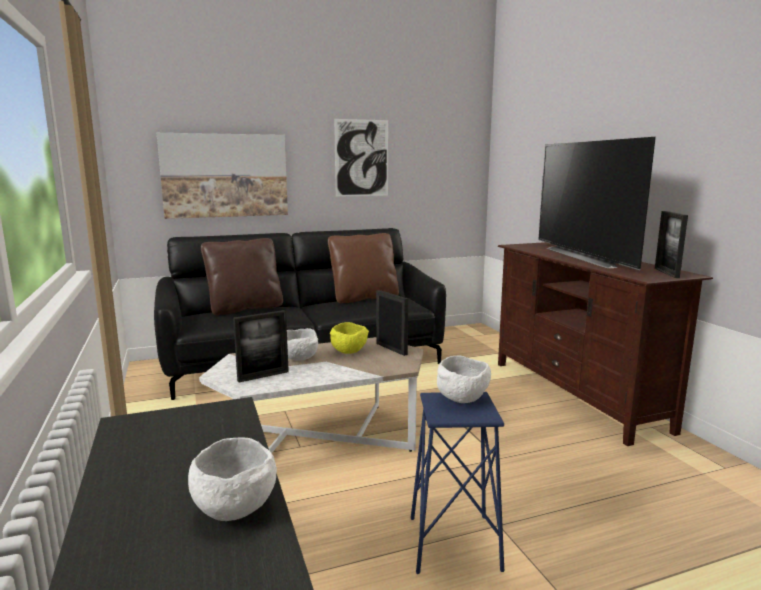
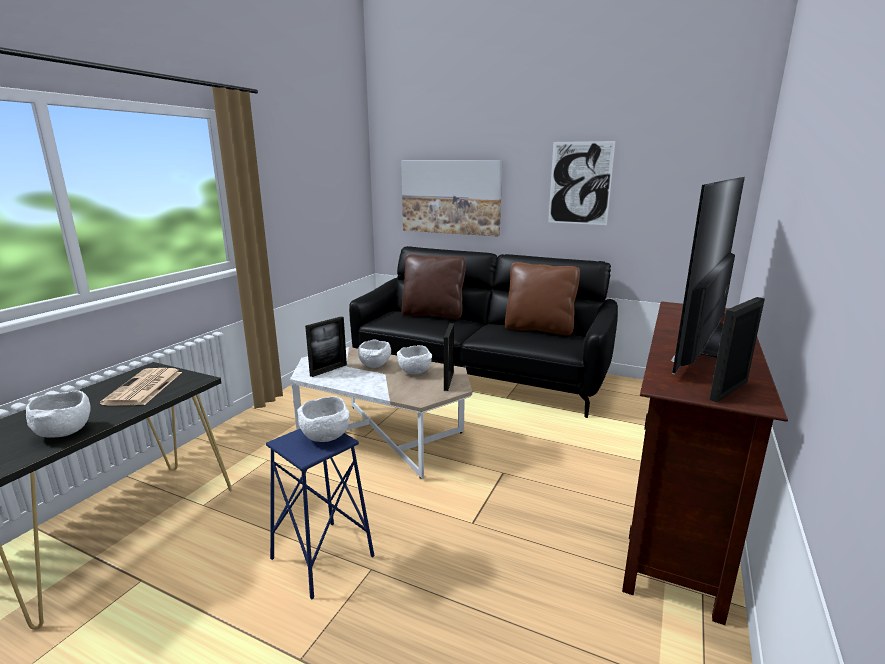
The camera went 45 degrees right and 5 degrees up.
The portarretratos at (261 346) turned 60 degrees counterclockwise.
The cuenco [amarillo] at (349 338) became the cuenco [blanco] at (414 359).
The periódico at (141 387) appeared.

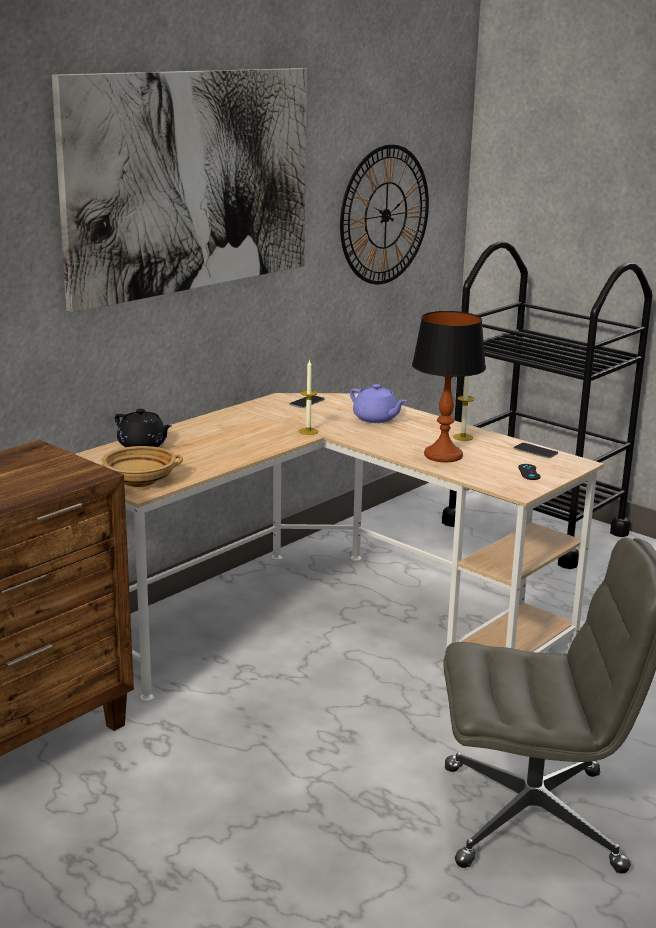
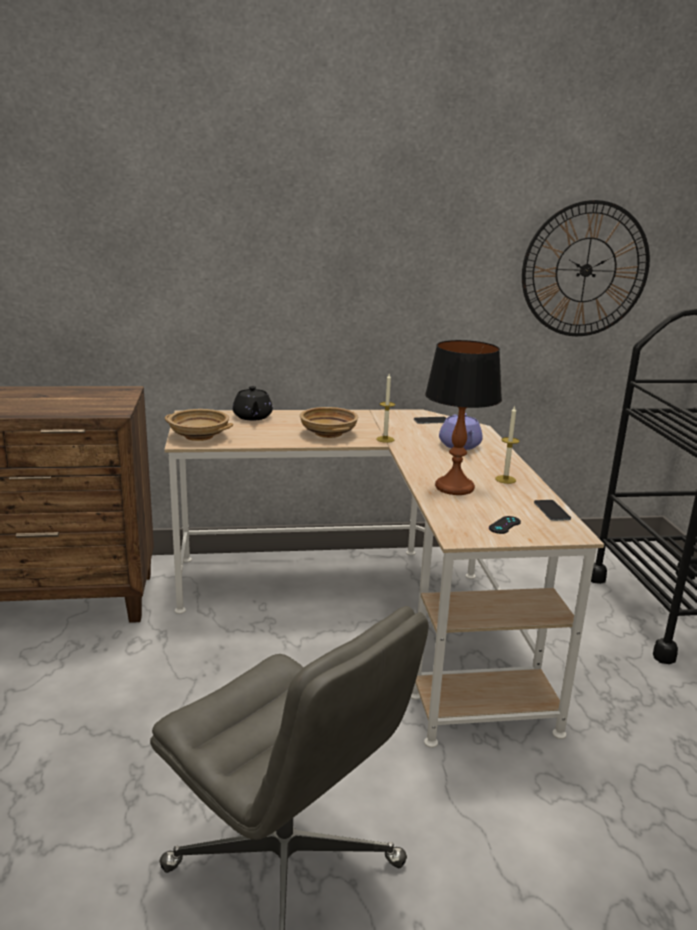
The camera went 40 degrees right and 0 degrees up.
The cuadro at (179 190) disappeared.
The cuenco [beis] at (329 422) appeared.

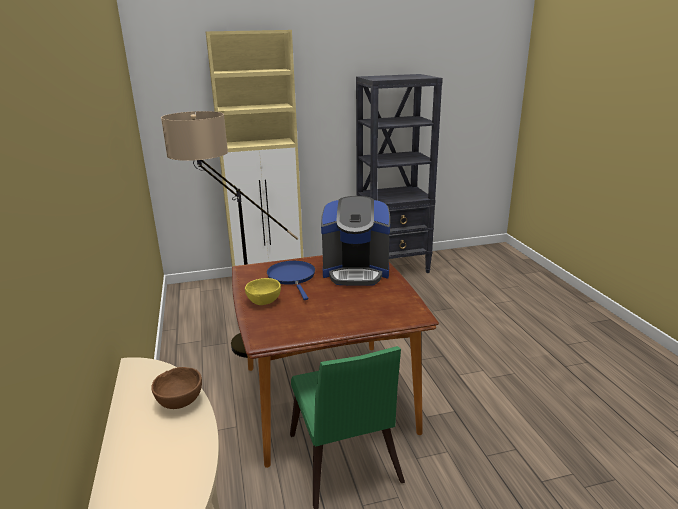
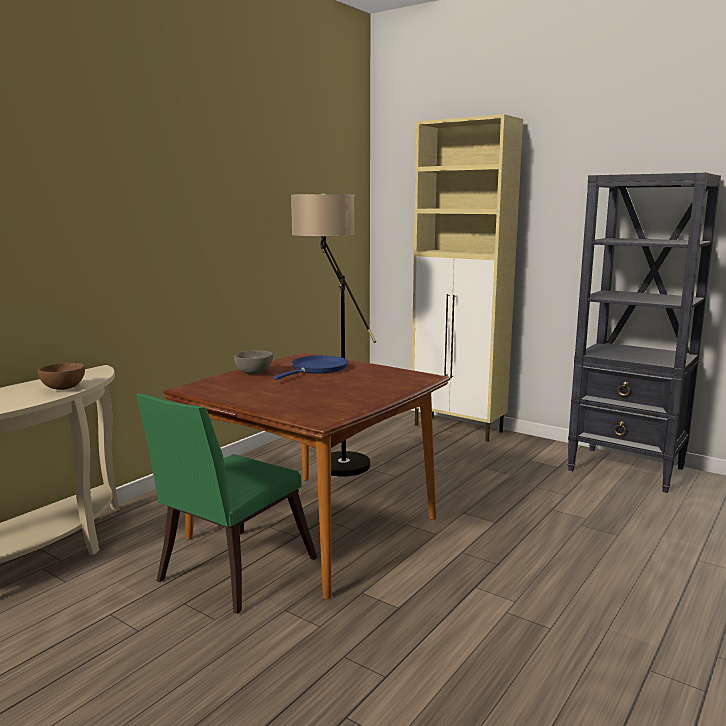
The camera went 50 degrees right and 10 degrees down.
The cafetera at (355 241) disappeared.
The cuenco [amarillo] at (263 291) became the cuenco [gris] at (253 362).

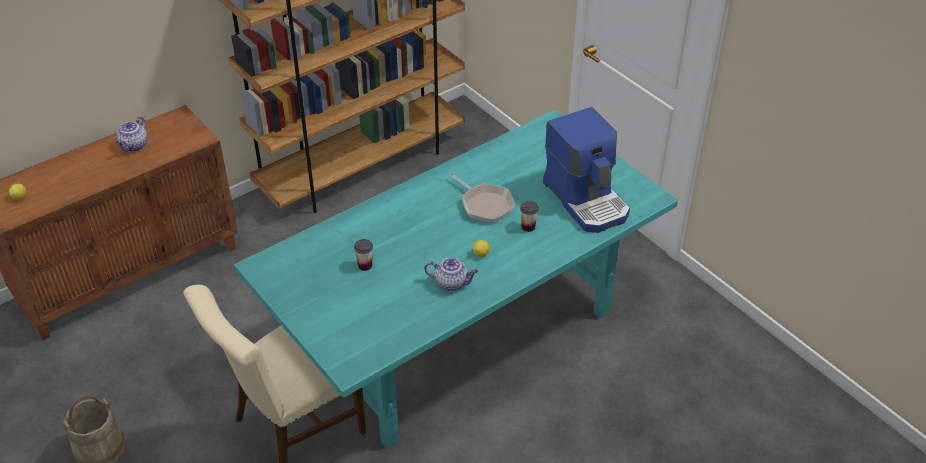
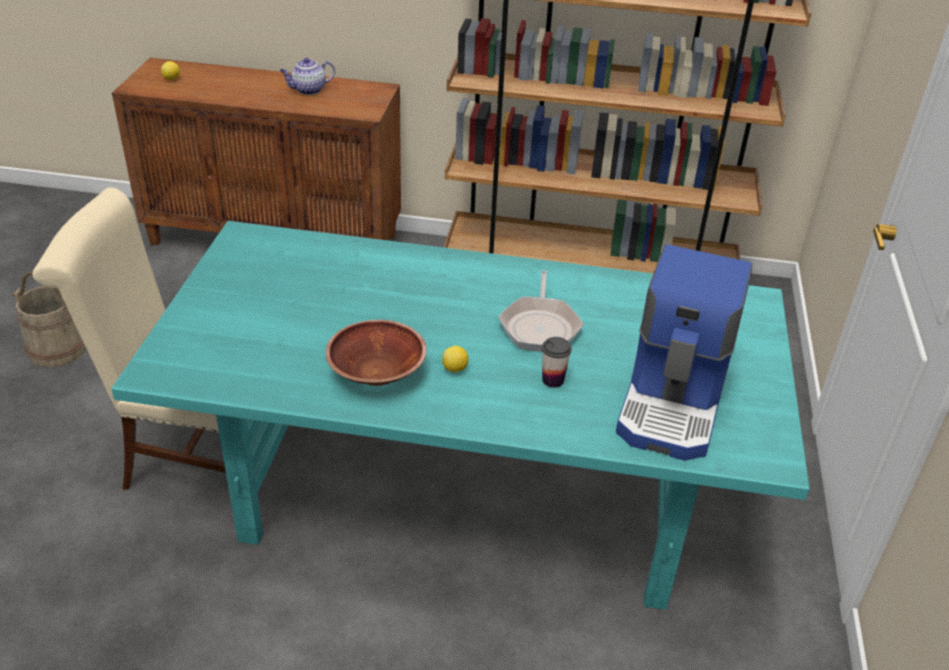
The camera went 45 degrees right and 5 degrees down.
The taza at (363 255) disappeared.
The tetera at (451 274) was replaced by the cuenco [marrón] at (376 353).

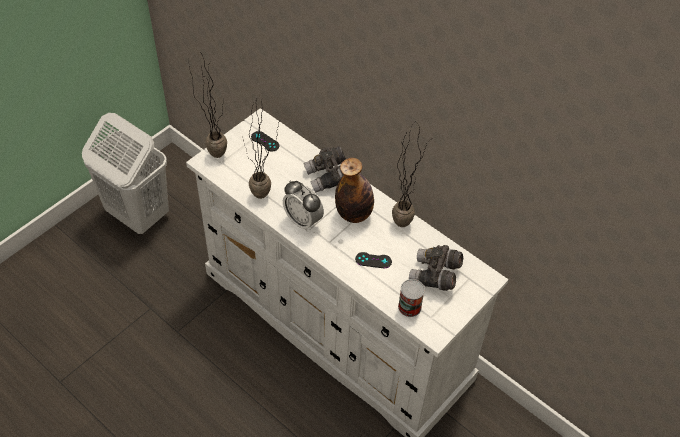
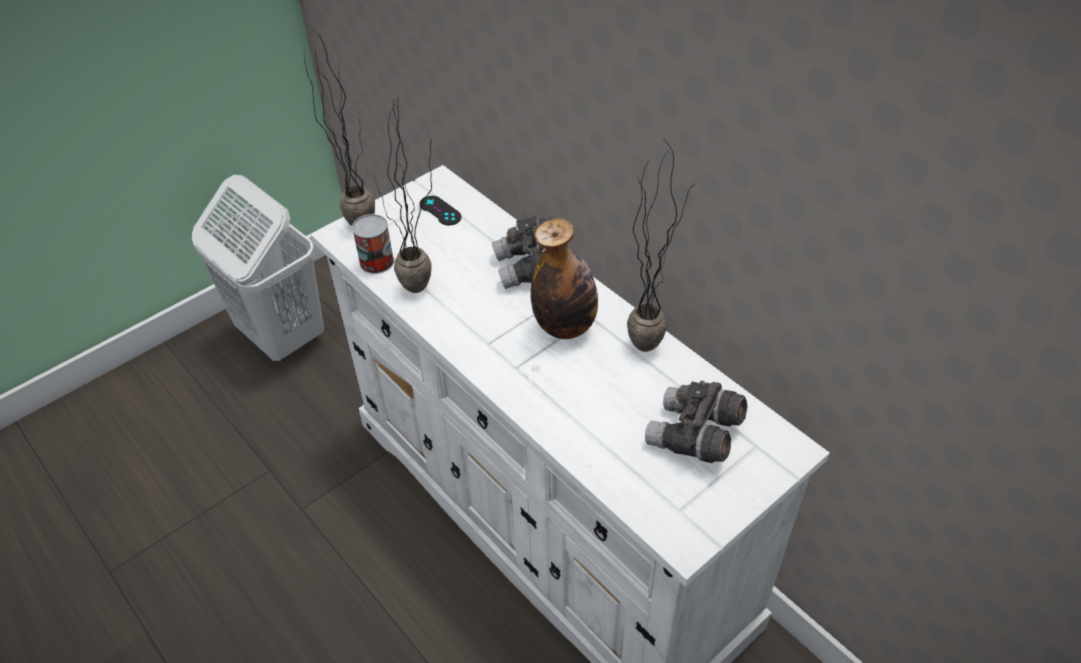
The camera went 10 degrees right and 5 degrees down.
The despertador at (303 206) disappeared.
The mando de consola [negro] at (373 260) disappeared.
The lata moved from (411 298) to (373 244).

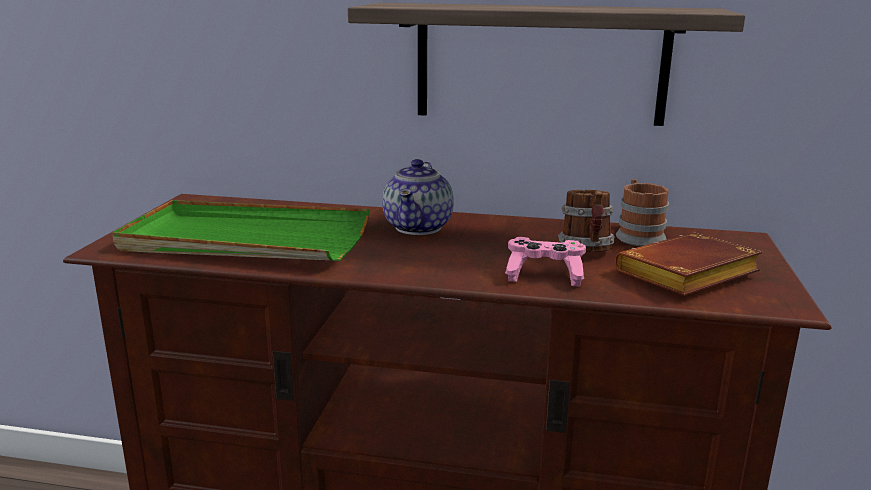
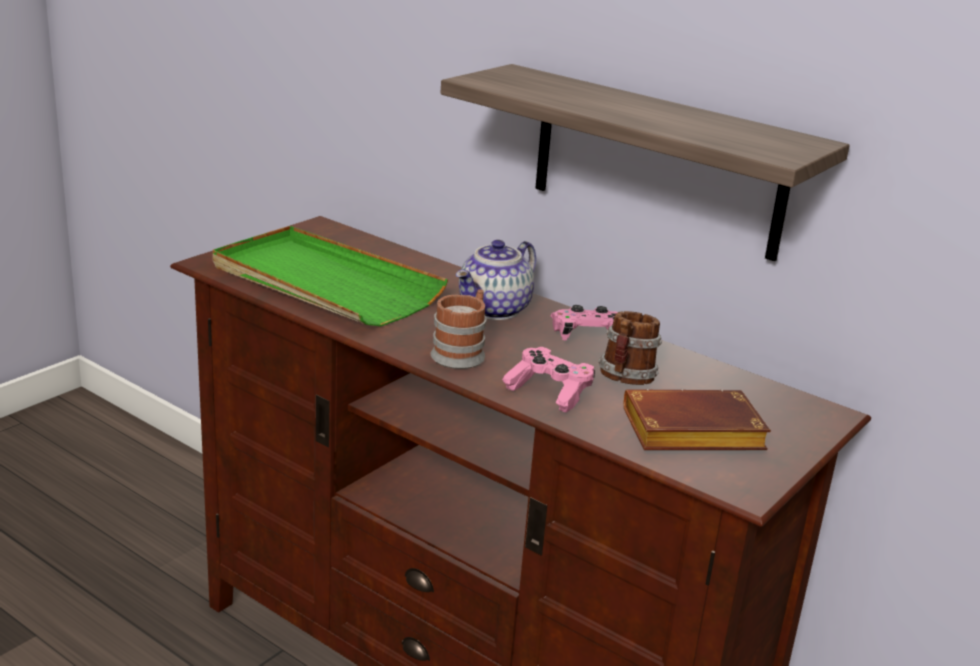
The camera went 25 degrees right and 5 degrees up.
The taza grande moved from (642 212) to (459 329).
The mando de consola [rosa] at (584 322) appeared.

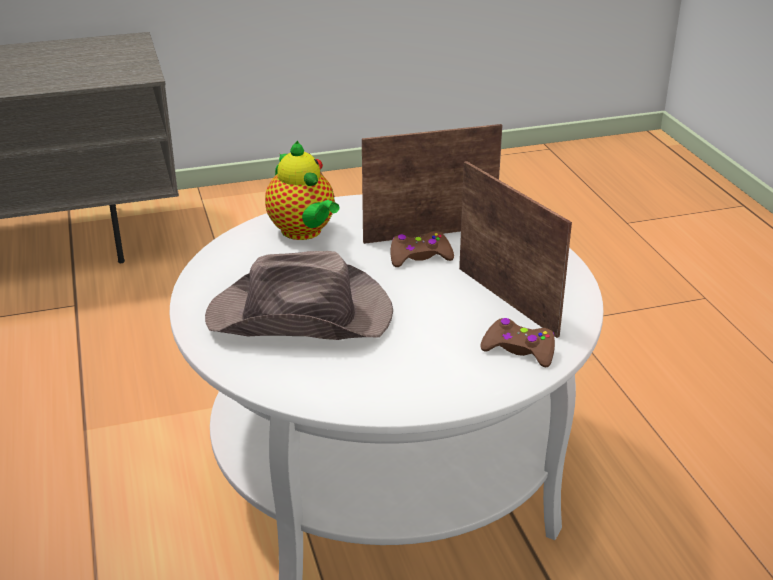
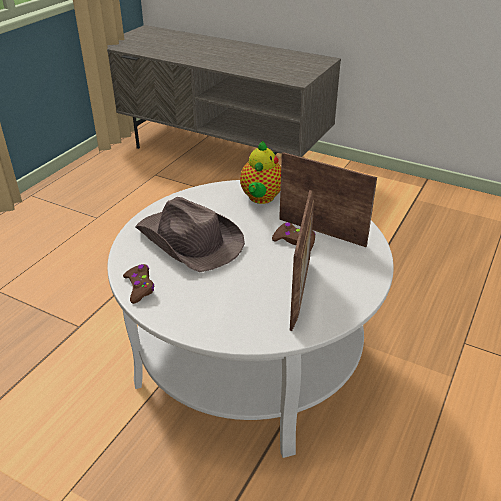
The camera went 45 degrees right and 5 degrees up.
The mando de consola [marrón] moved from (517 342) to (138 284).

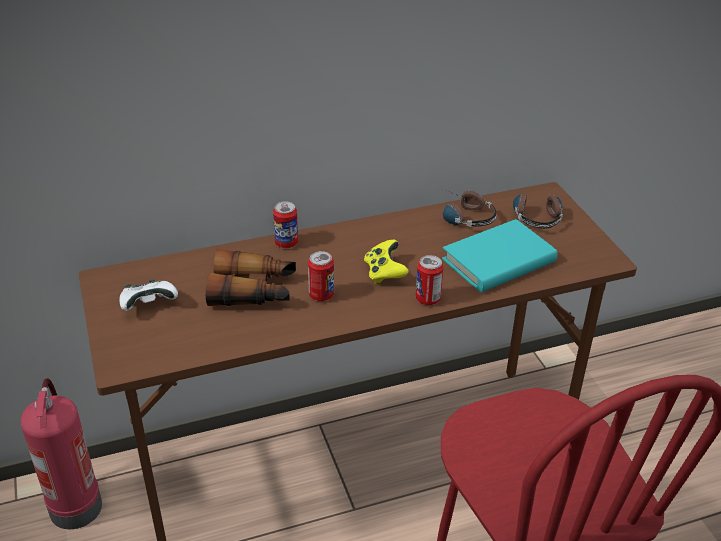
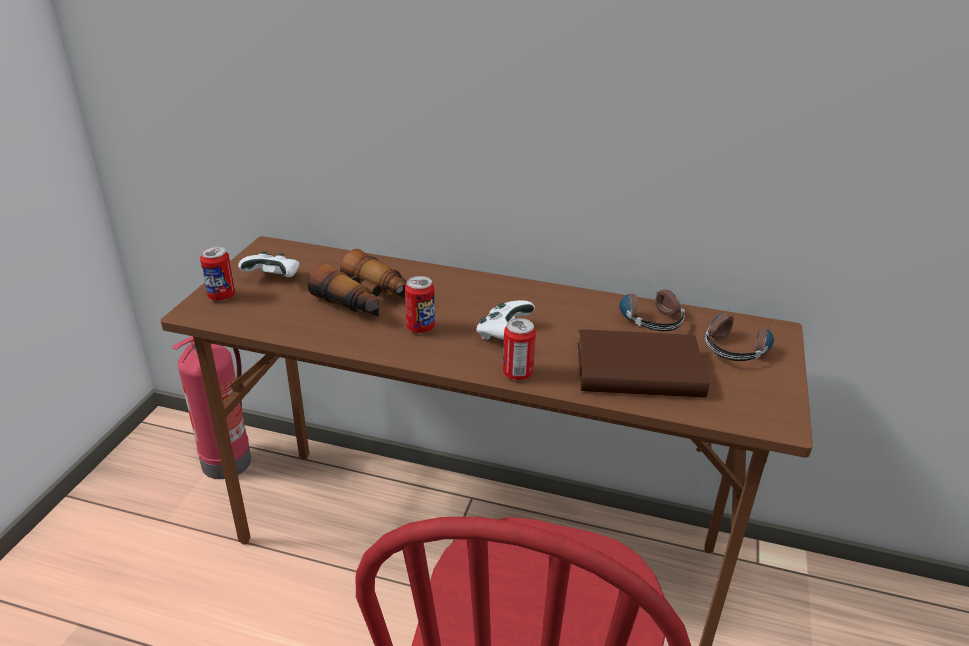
The camera went 35 degrees right and 5 degrees down.
The lata moved from (285 224) to (217 273).
The libro [turquesa] at (500 256) became the libro [marrón] at (643 363).
The mando de consola [amarillo] at (386 262) became the mando de consola [blanco] at (505 320).

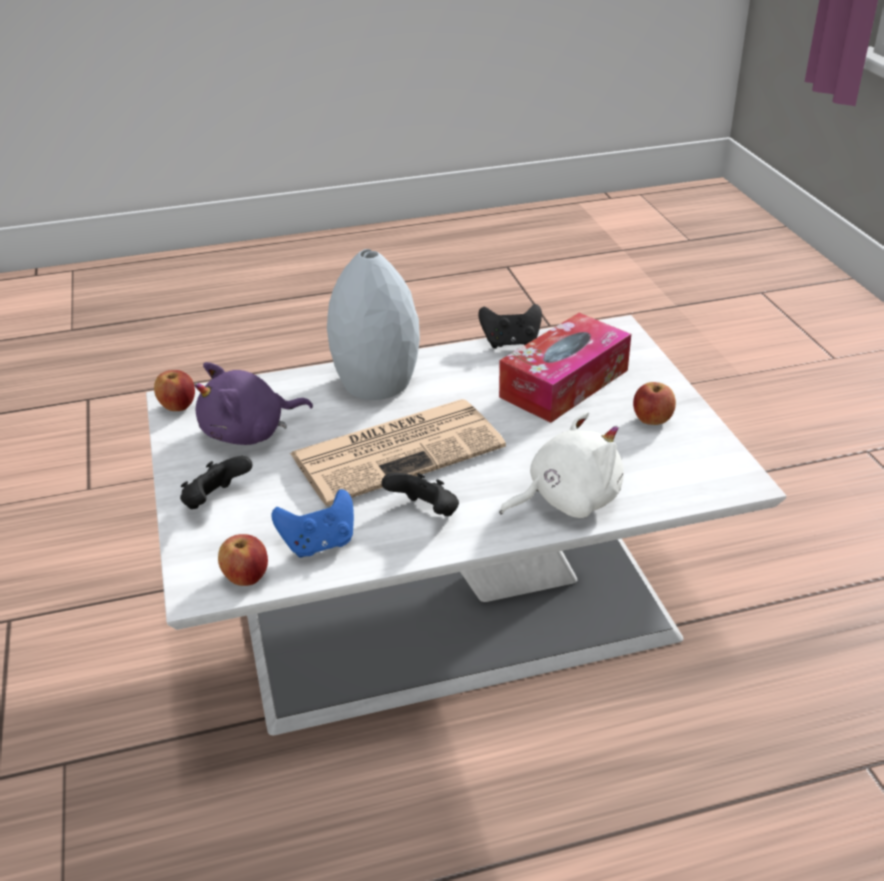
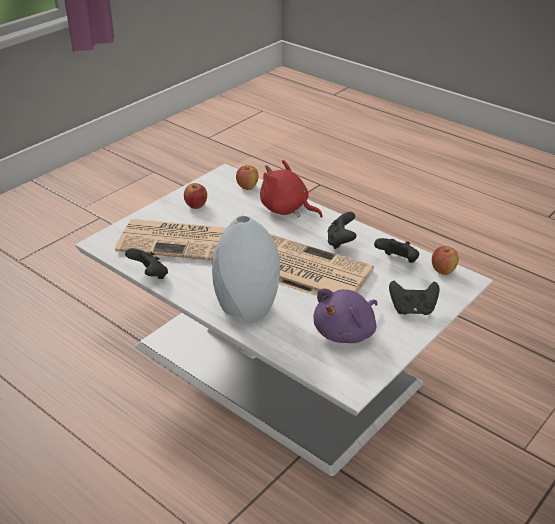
The camera went 125 degrees left and 0 degrees up.
The caja de pañuelos at (565 368) was replaced by the periódico at (170 240).
The peluche [morado] at (253 403) turned 105 degrees clockwise.
The manzana moved from (174 390) to (247 177).
The peluche [blanco] at (561 465) became the peluche [rojo] at (291 189).
The mando de consola [azul] at (312 523) became the mando de consola [negro] at (396 250).

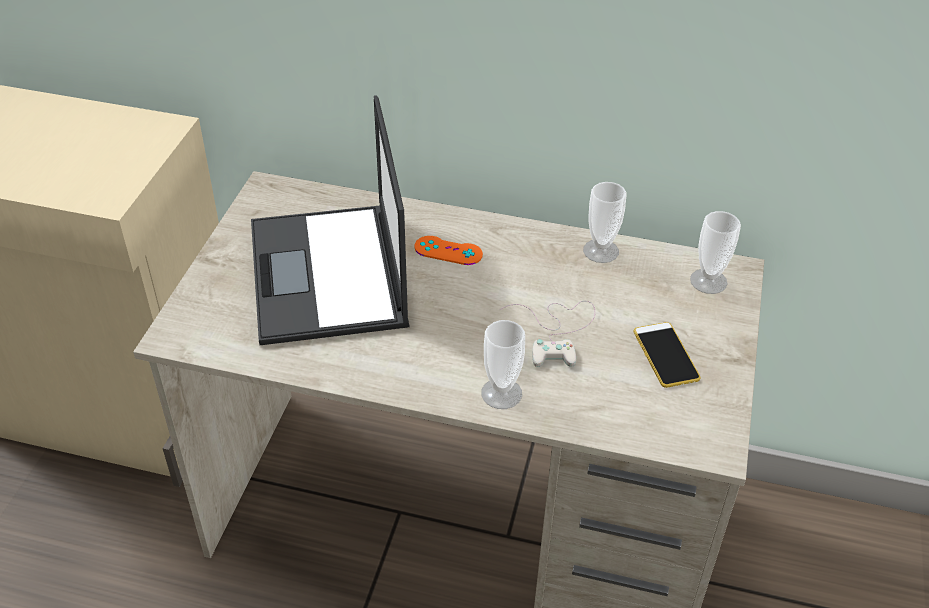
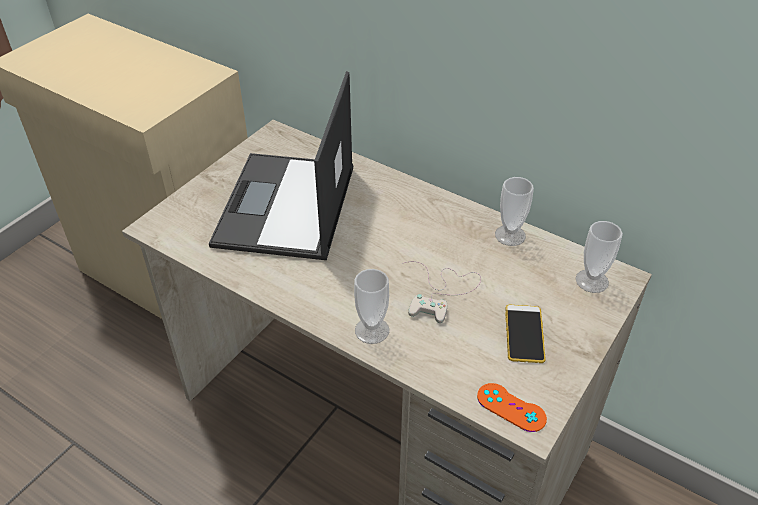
The camera went 20 degrees right and 0 degrees up.
The mando de consola [naranja] moved from (448 250) to (512 407).

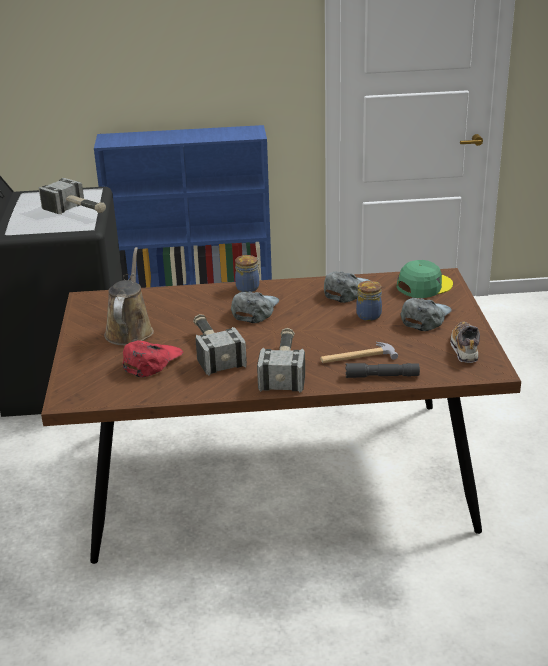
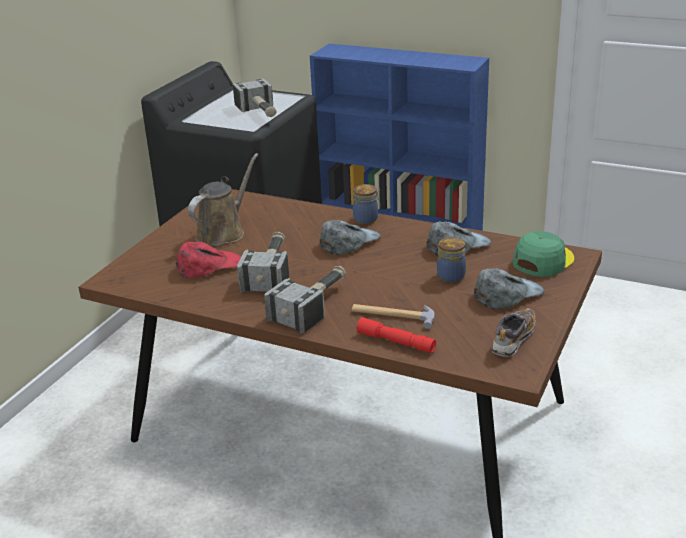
The camera went 30 degrees right and 0 degrees up.
The gorra [verde] at (425 279) turned 45 degrees counterclockwise.
The linterna [gris] at (383 370) became the linterna [rojo] at (396 335).

